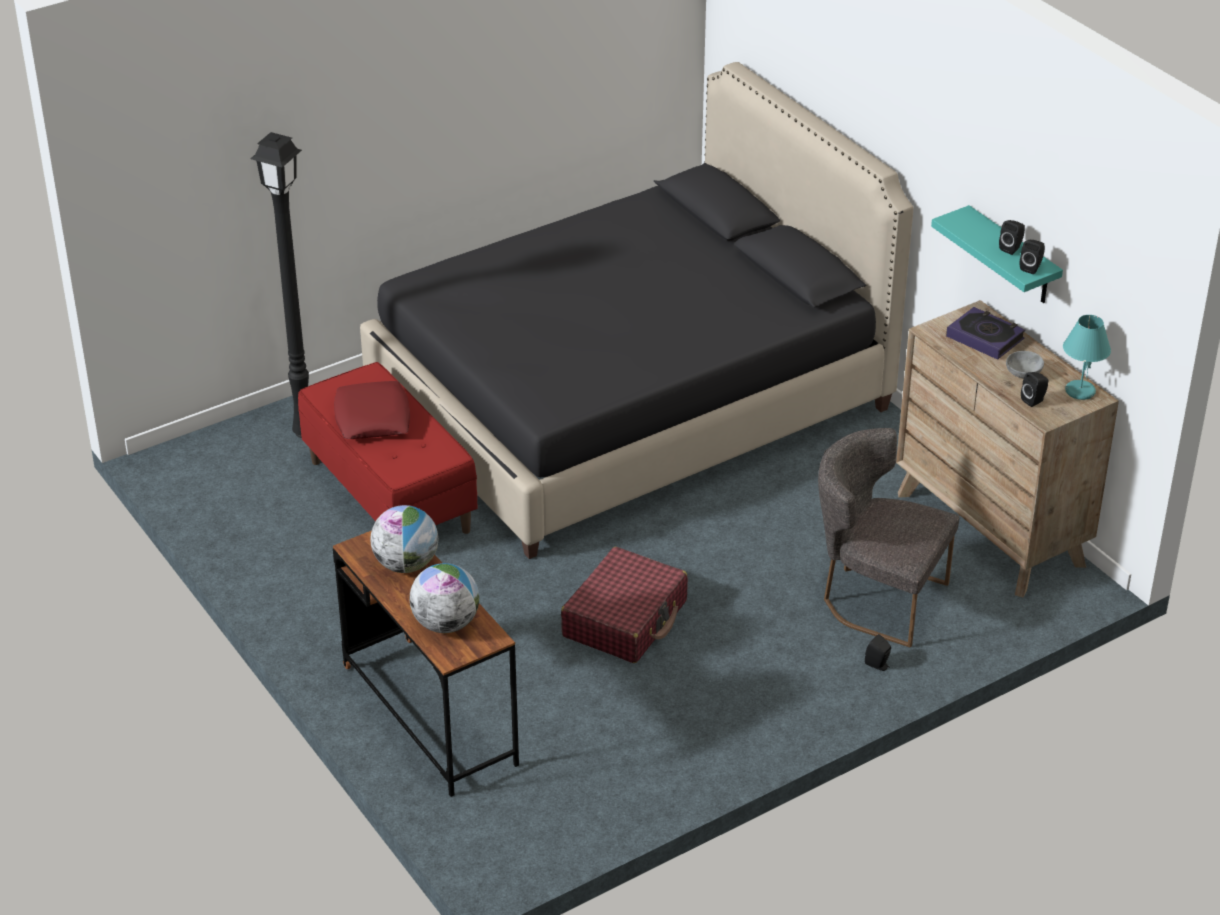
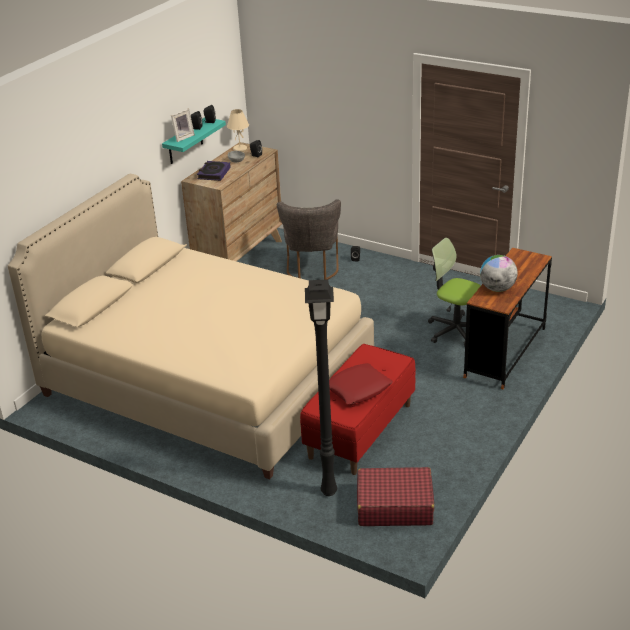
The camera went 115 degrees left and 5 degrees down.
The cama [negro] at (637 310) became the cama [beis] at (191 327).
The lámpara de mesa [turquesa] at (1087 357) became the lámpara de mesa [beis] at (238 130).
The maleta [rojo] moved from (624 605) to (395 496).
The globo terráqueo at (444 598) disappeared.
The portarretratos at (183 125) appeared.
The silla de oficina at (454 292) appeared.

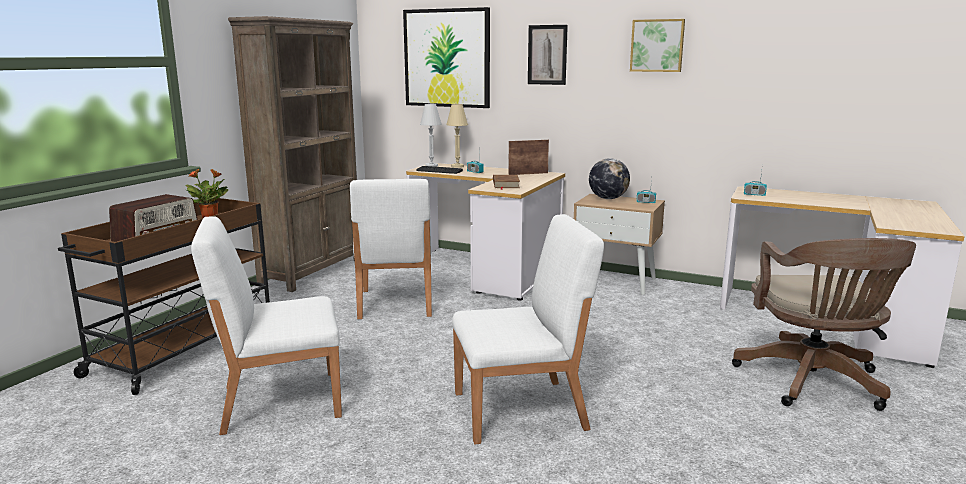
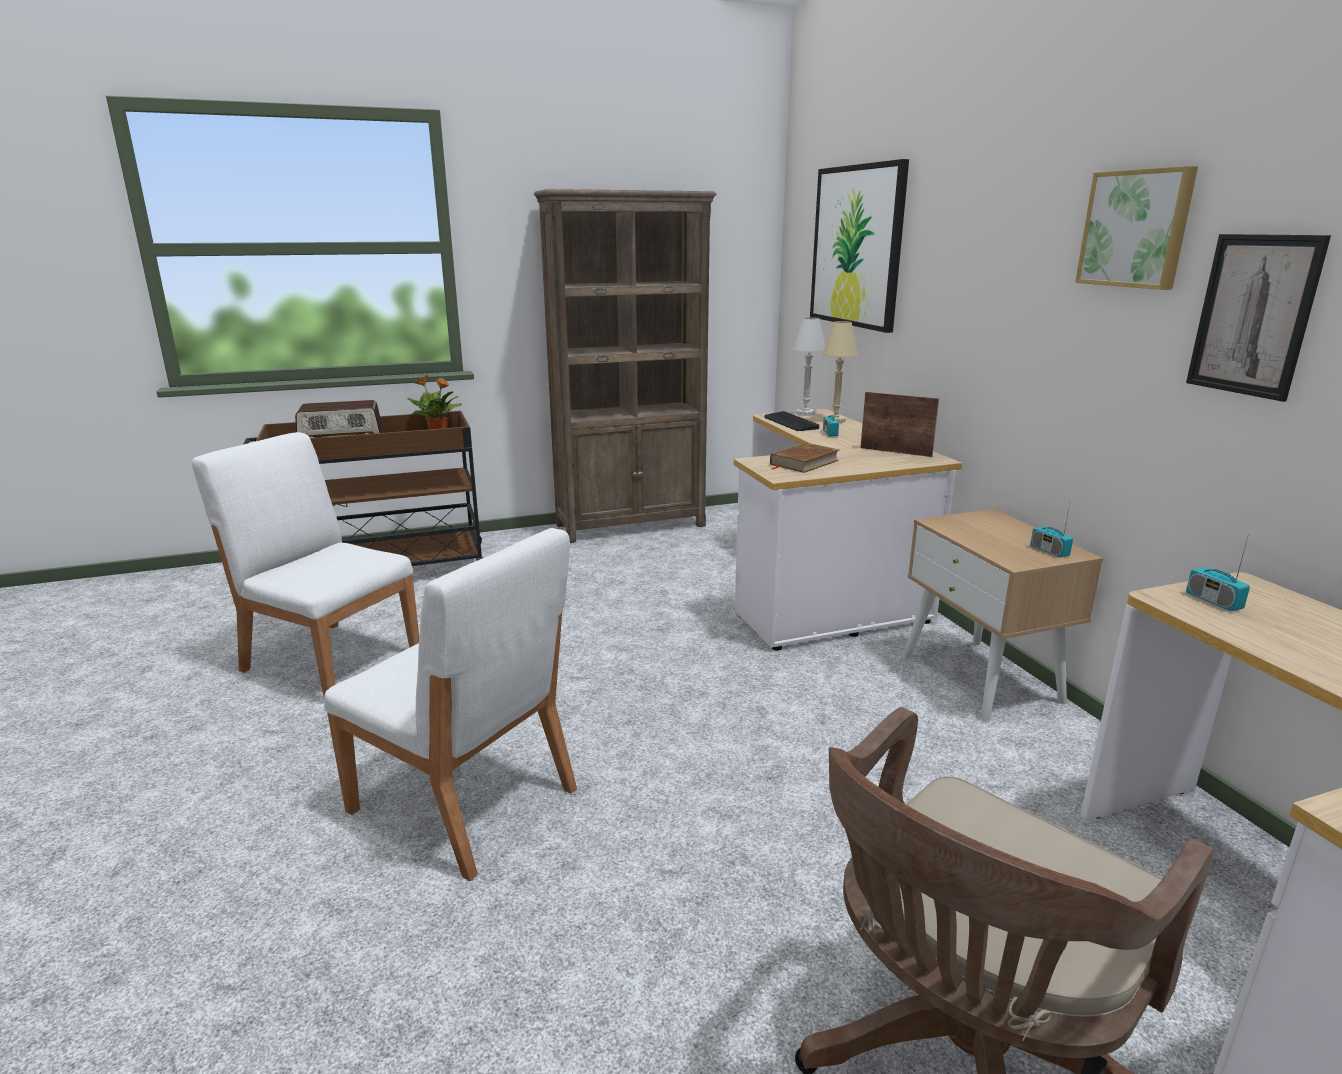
The camera went 45 degrees right and 5 degrees up.
The cuadro moved from (548 55) to (1258 318).
The globo terráqueo at (609 178) disappeared.
The silla [blanco] at (391 249) disappeared.

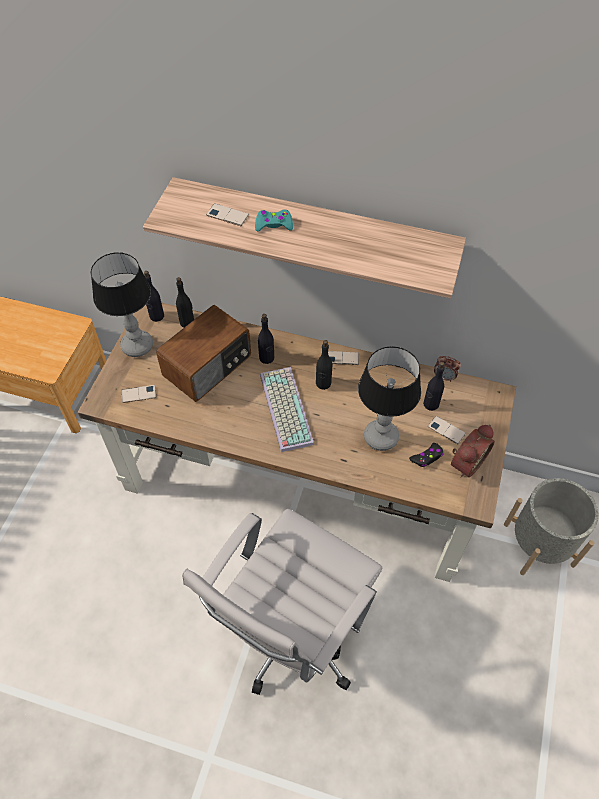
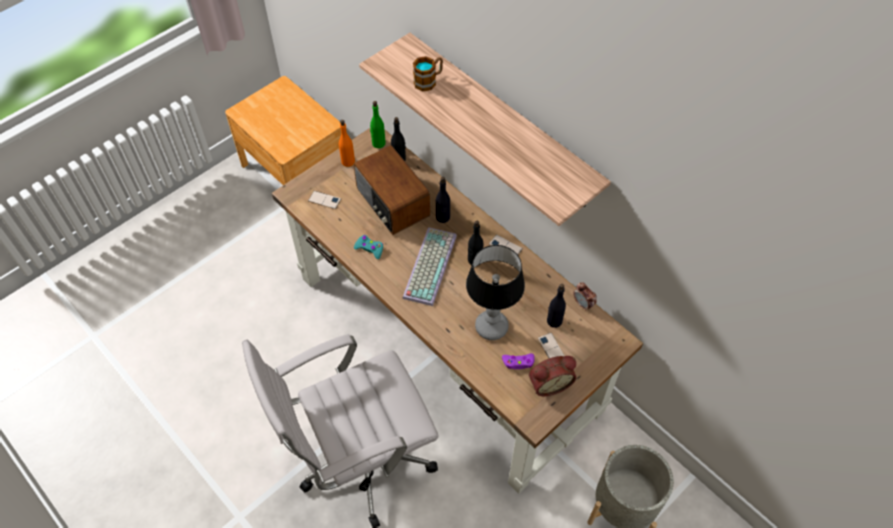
The camera went 30 degrees right and 0 degrees up.
The móvil at (227 214) was replaced by the taza grande at (428 73).
The mando de consola [turquesa] moved from (274 221) to (368 247).
The lámpara de mesa at (122 305) was replaced by the botella [naranja] at (347 143).
The botella [negro] at (154 296) became the botella [verde] at (378 124).
The radio at (203 353) turned 75 degrees clockwise.
The mando de consola [negro] at (426 455) became the mando de consola [morado] at (518 361).

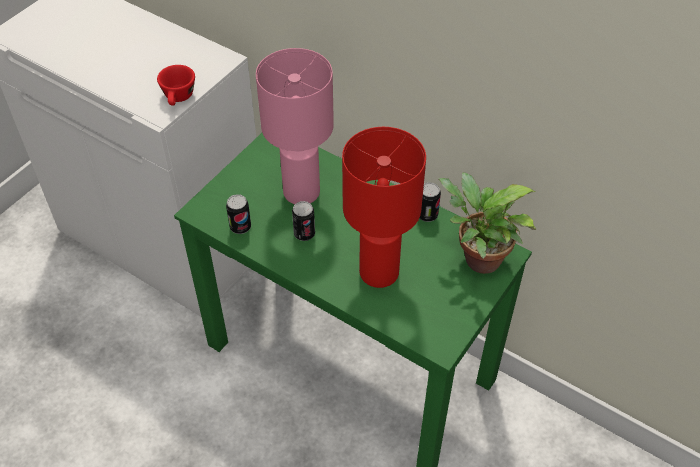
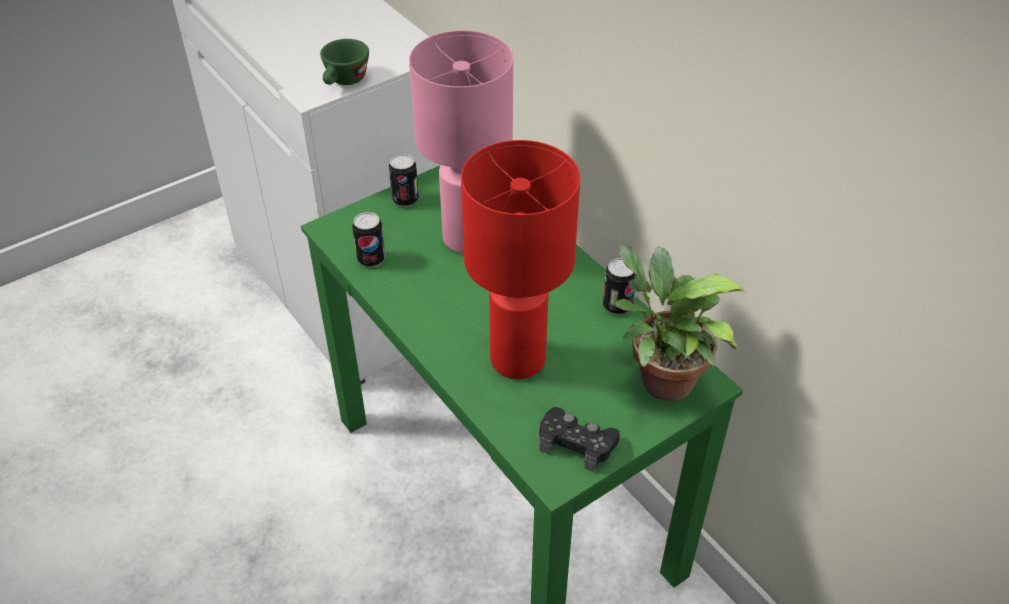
The camera went 20 degrees right and 5 degrees down.
The taza [rojo] at (176 85) became the taza [verde] at (344 62).
The lata moved from (303 221) to (404 180).
The mando de consola [negro] at (579 439) appeared.

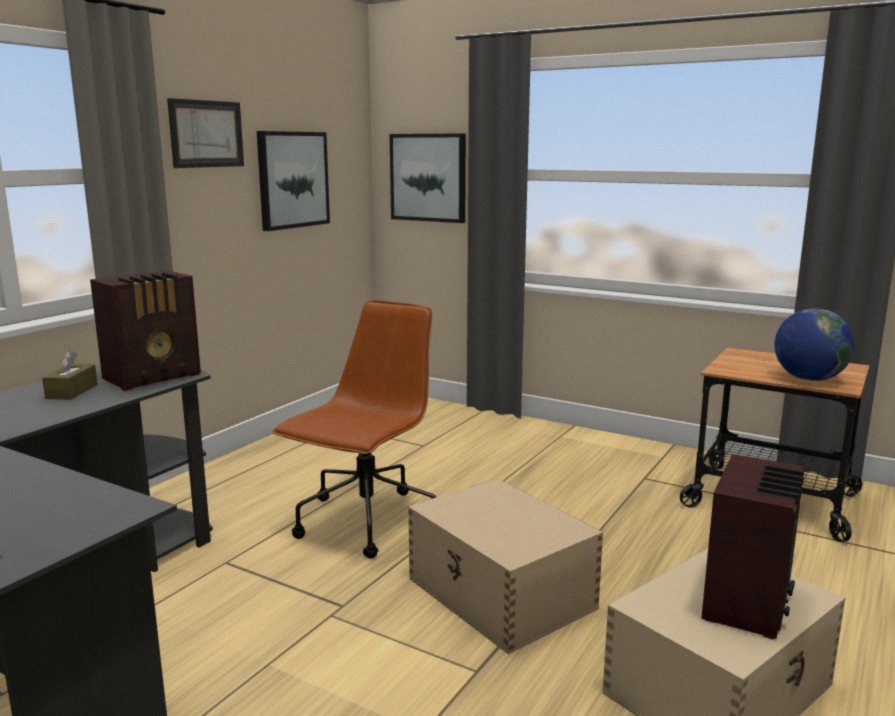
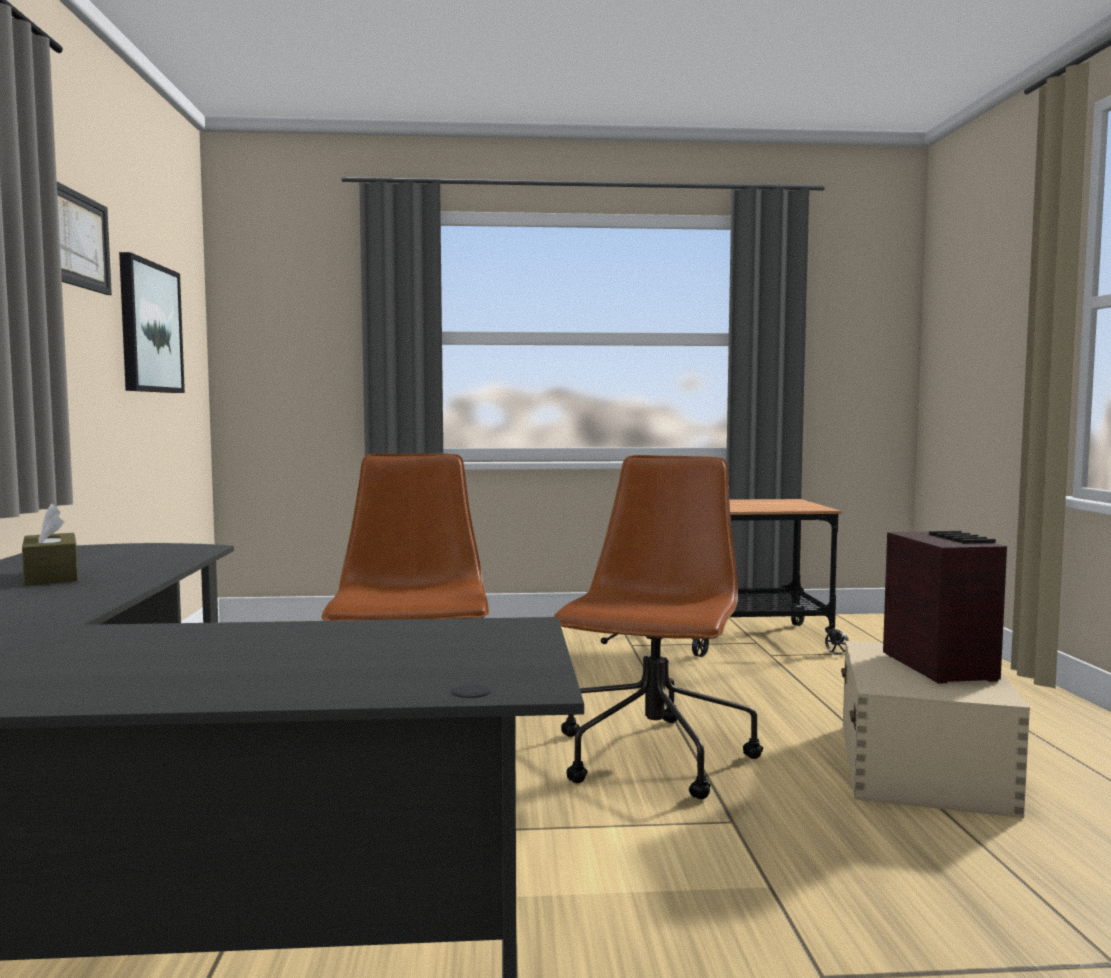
The camera went 35 degrees left and 10 degrees down.
The cuadro at (427 178) disappeared.
The radio at (145 330) disappeared.
The globo terráqueo at (814 344) disappeared.
The caja de almacenaje [beis] at (505 566) was replaced by the silla de oficina [marrón] at (658 627).

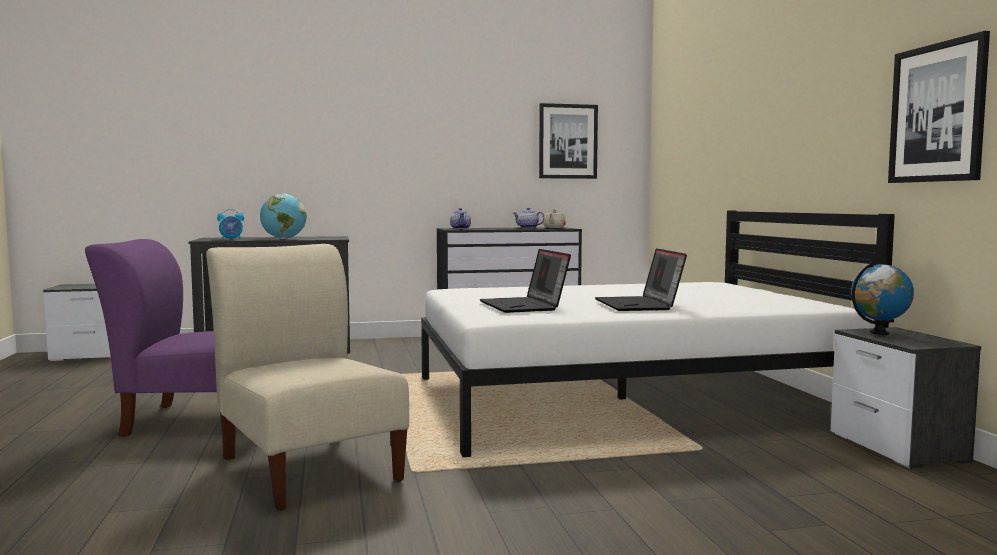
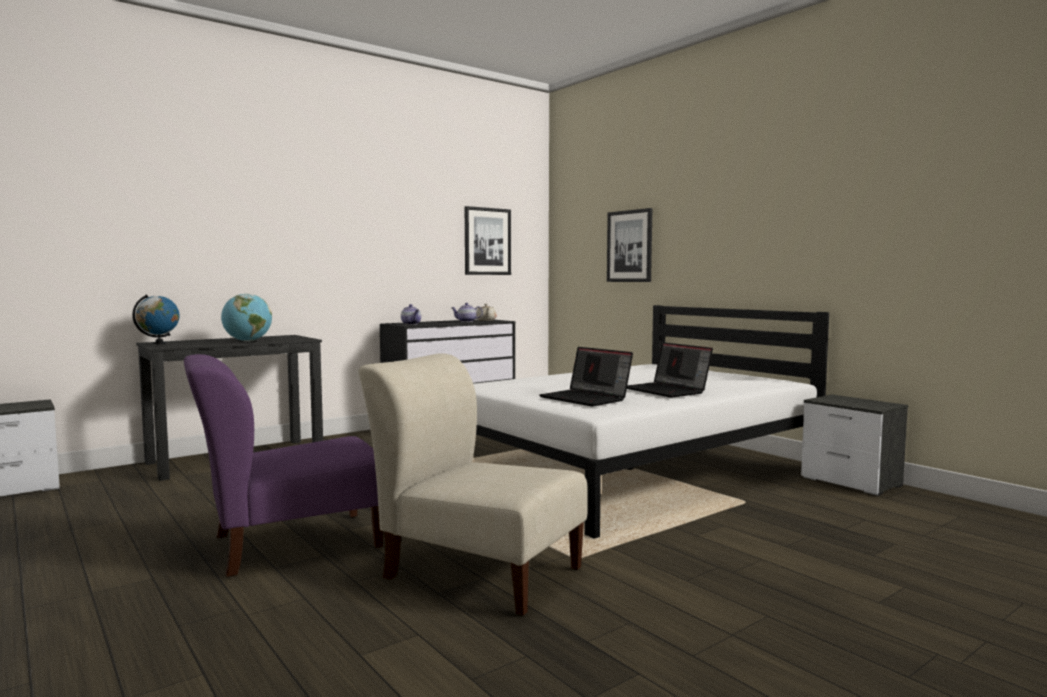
The camera went 25 degrees left and 0 degrees up.
The cuadro moved from (939 107) to (629 245).
The despertador at (230 224) disappeared.
The globo terráqueo moved from (882 298) to (155 319).

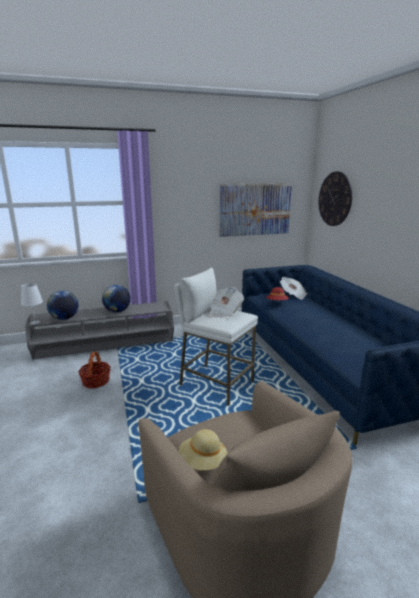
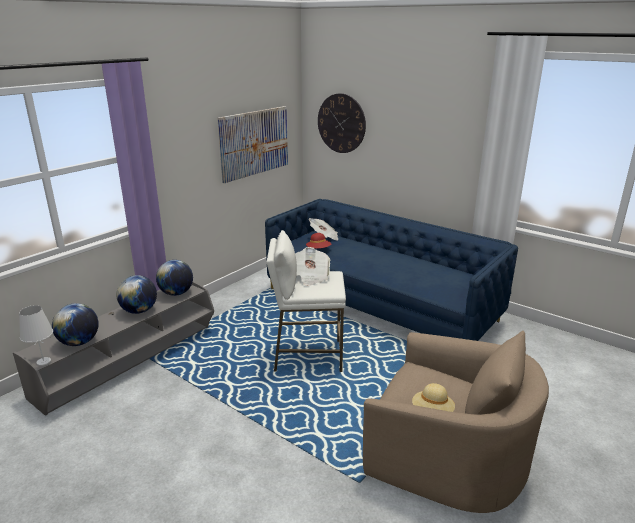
The camera went 35 degrees left and 5 degrees up.
The cesta at (94 369) disappeared.
The globo terráqueo at (174 278) appeared.

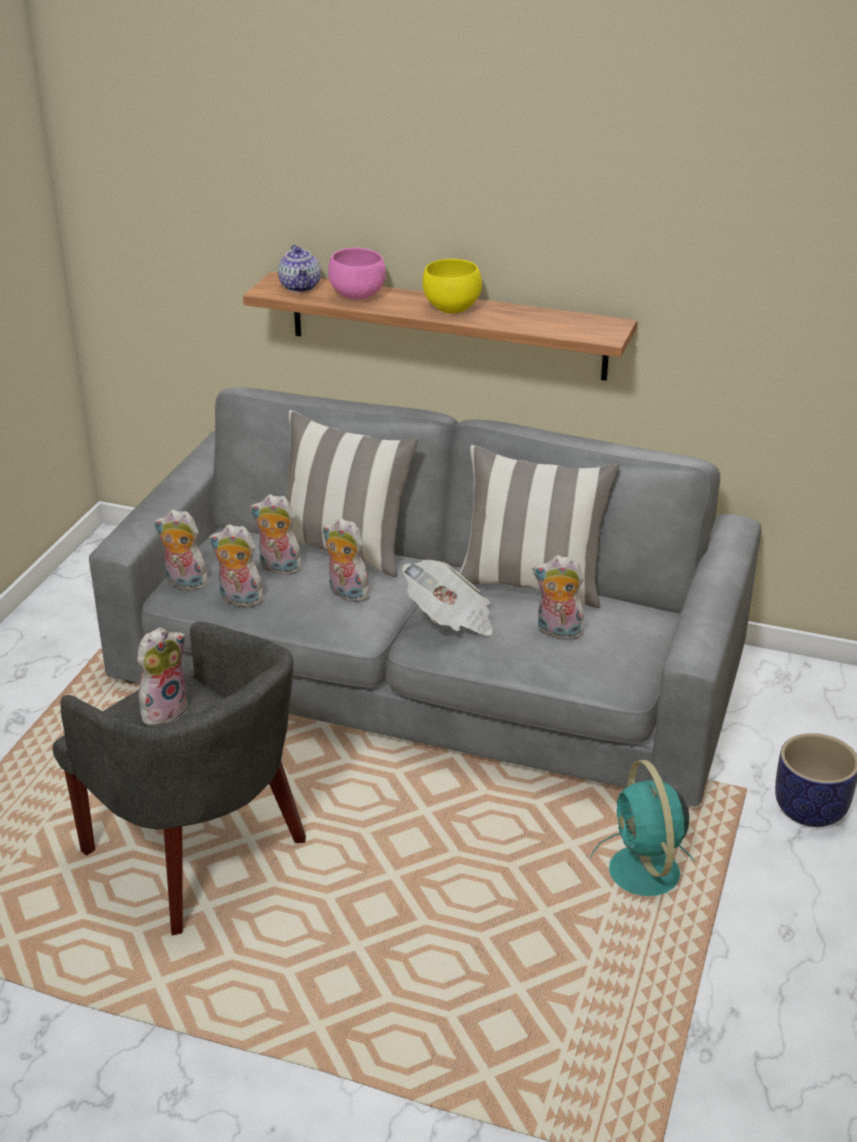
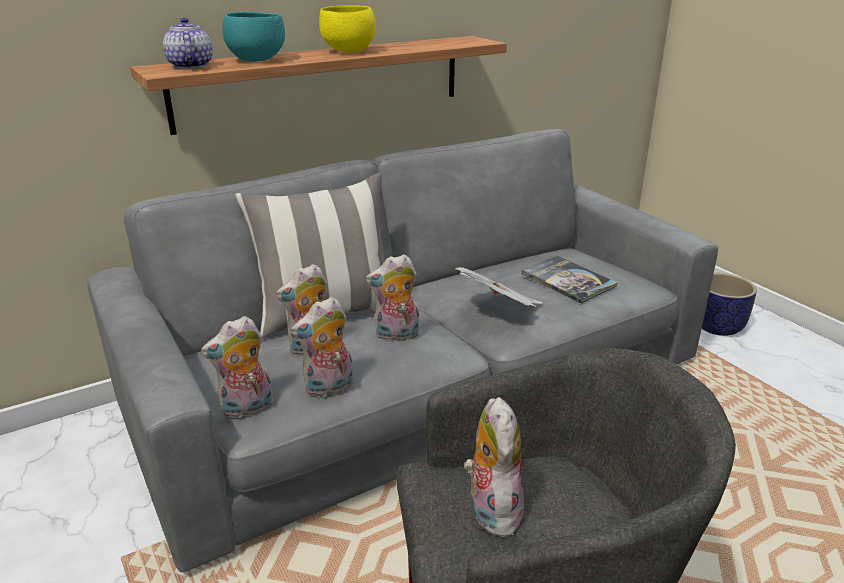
The camera went 50 degrees left and 5 degrees down.
The tetera at (299 268) turned 135 degrees counterclockwise.
The cuenco [rosa] at (357 273) became the cuenco [turquesa] at (253 37).
The cojín at (539 526) disappeared.
The peluche at (558 597) was replaced by the libro at (569 279).
The ventilador [turquesa] at (642 828) disappeared.

